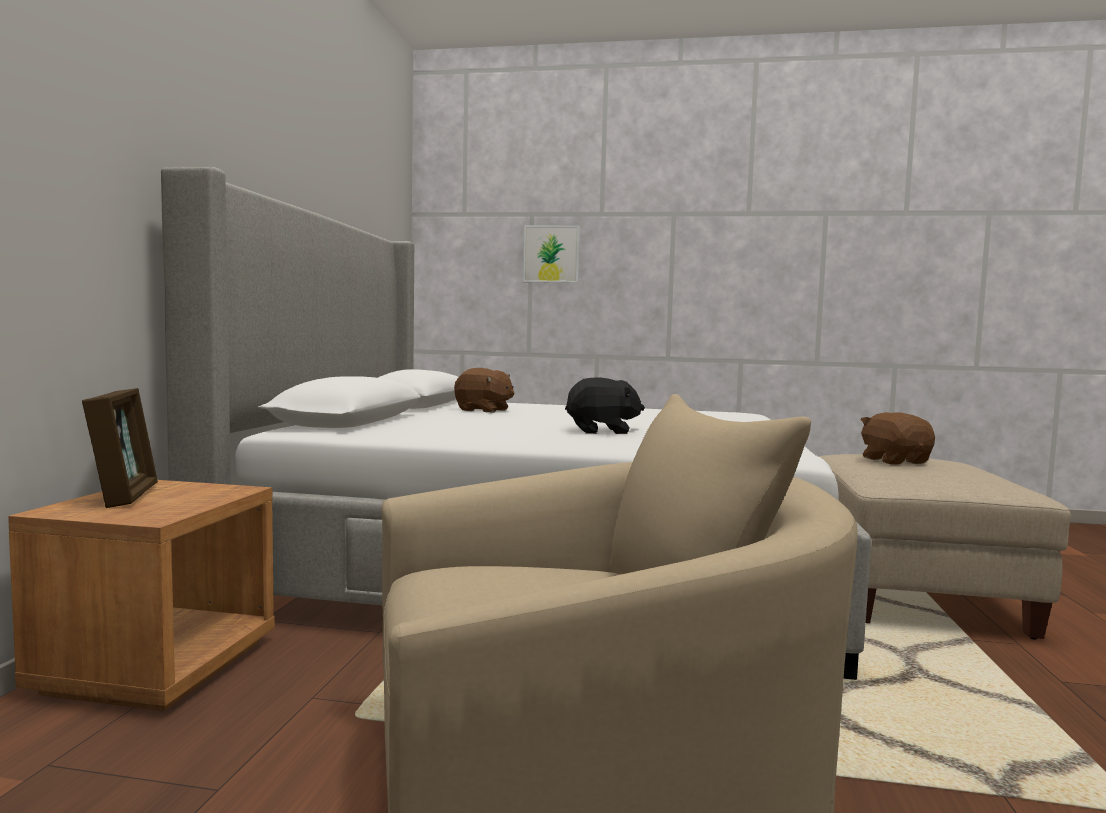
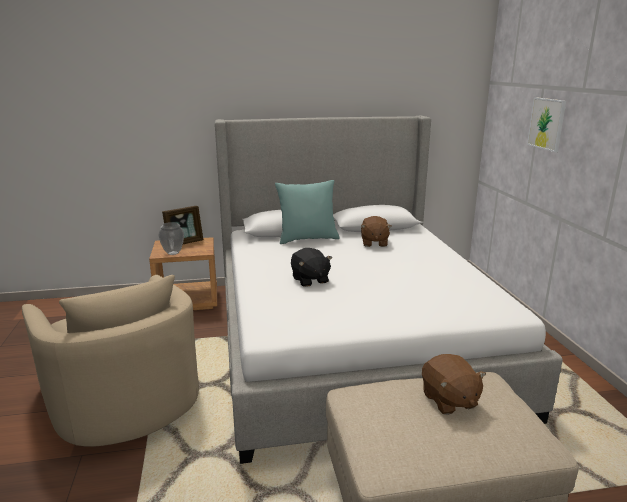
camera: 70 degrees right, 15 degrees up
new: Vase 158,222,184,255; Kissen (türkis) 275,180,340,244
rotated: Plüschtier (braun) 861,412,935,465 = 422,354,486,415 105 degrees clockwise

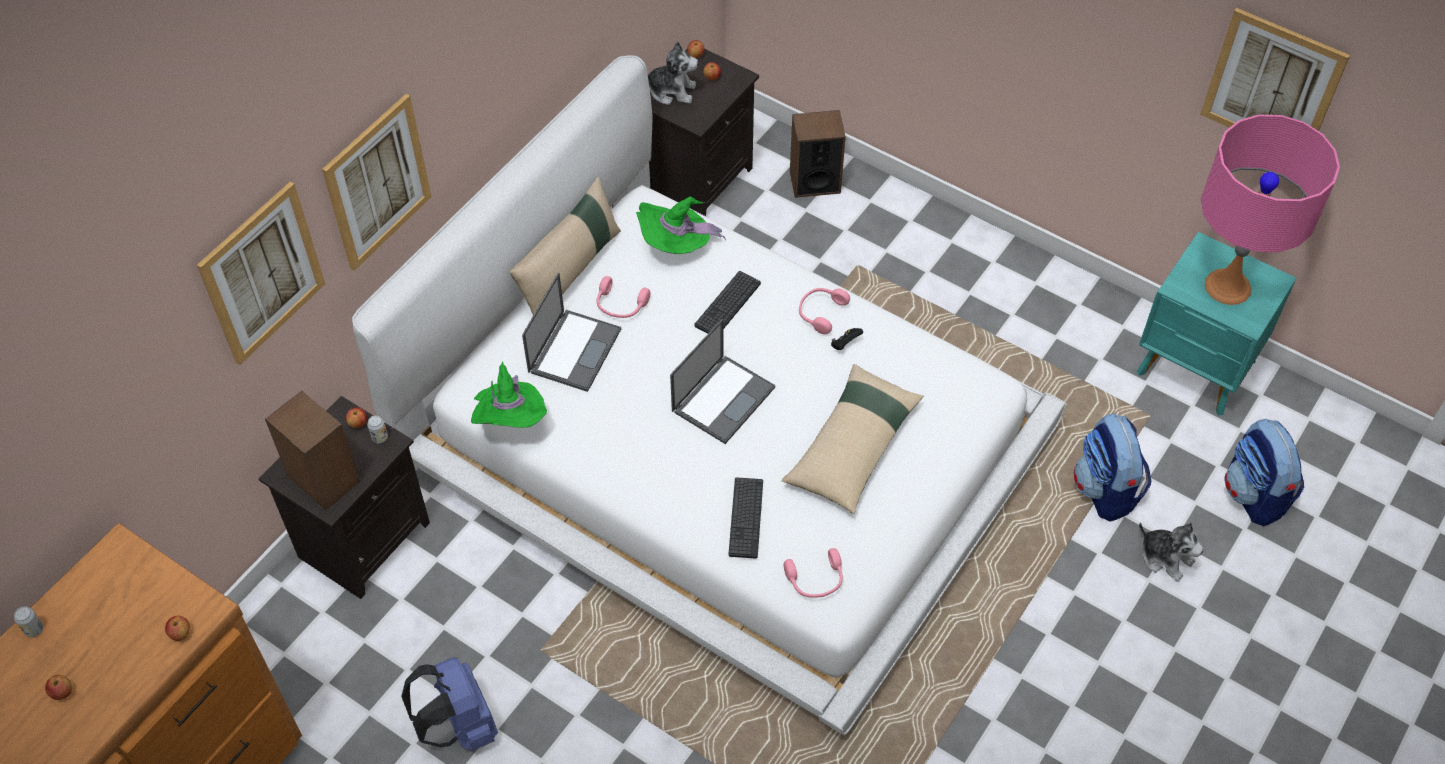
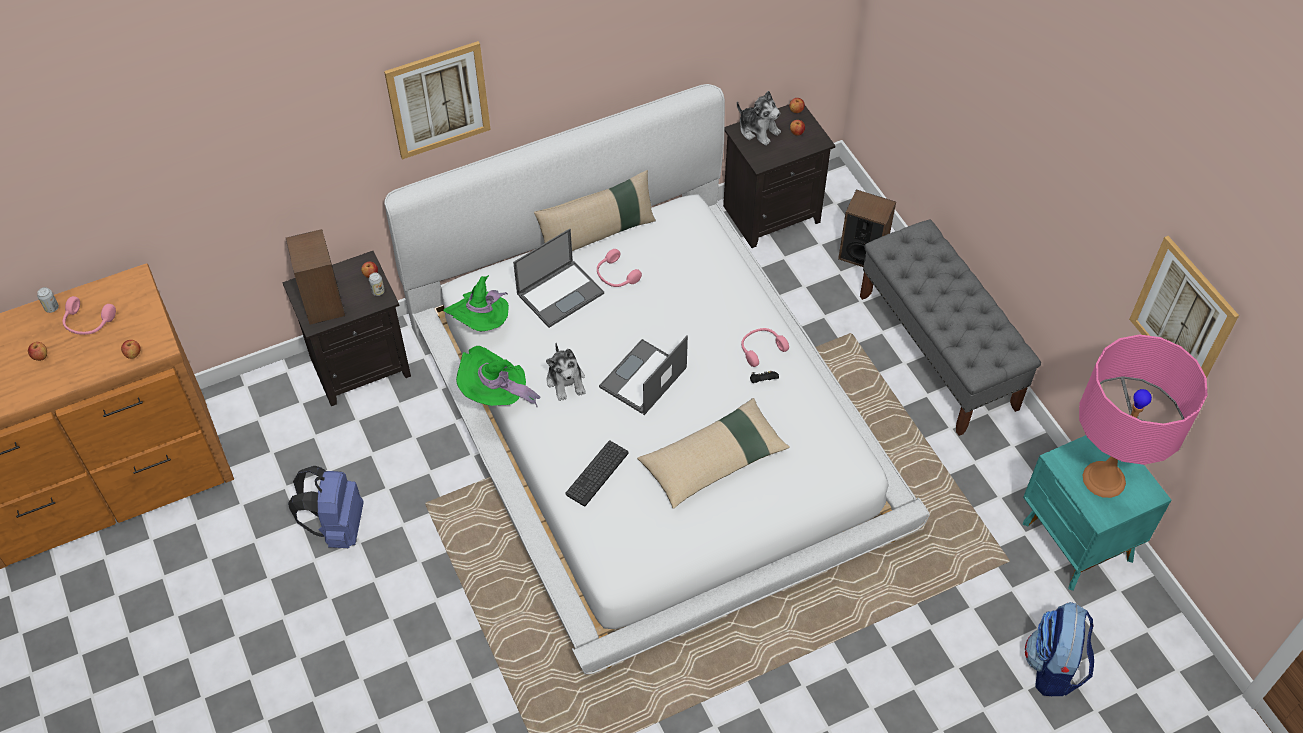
camera: 30 degrees right, 0 degrees up
gone: Bild 197,181,325,365; Tastatur 694,271,761,334; Rucksack 1074,413,1151,522
new: Bank (grau) 860,219,1041,436
shifted: Hut (grün) 636,196,726,254 to 456,346,541,407; Kopfhörer (rosa) 784,548,843,598 to 63,296,116,335; Plüschtier 1139,522,1204,582 to 546,343,585,401
rotated: Laptop 670,319,775,444 = 599,336,688,415 150 degrees clockwise

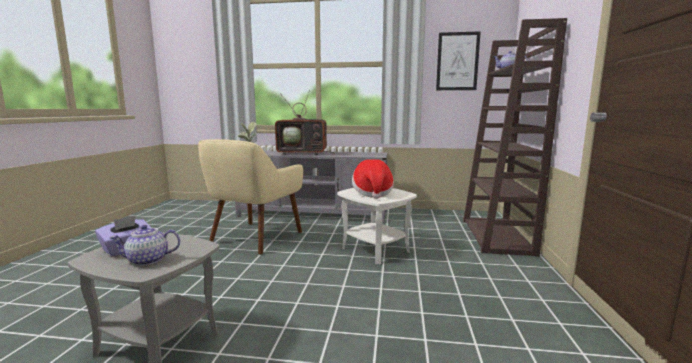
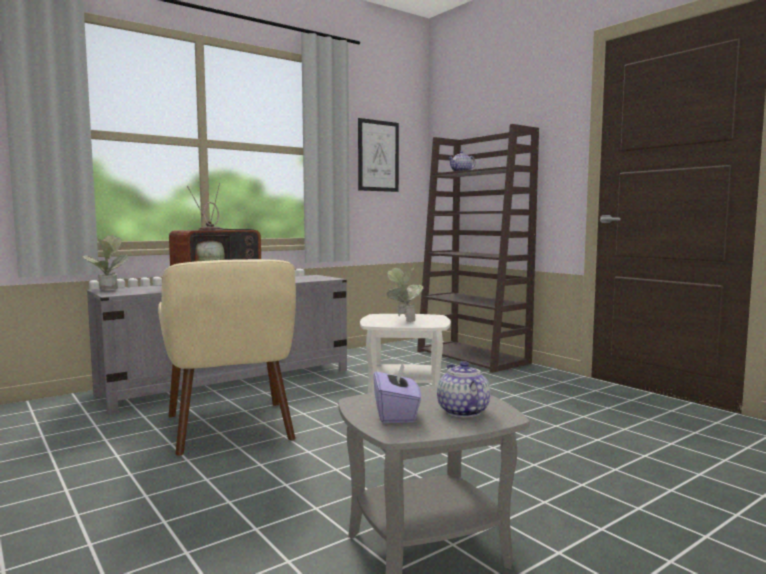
camera: 45 degrees left, 5 degrees down
swapped: Hut 352,159,394,199 to Topfpflanze 386,268,424,322
rotated: Teekanne 109,225,180,266 = 437,361,490,418 135 degrees clockwise

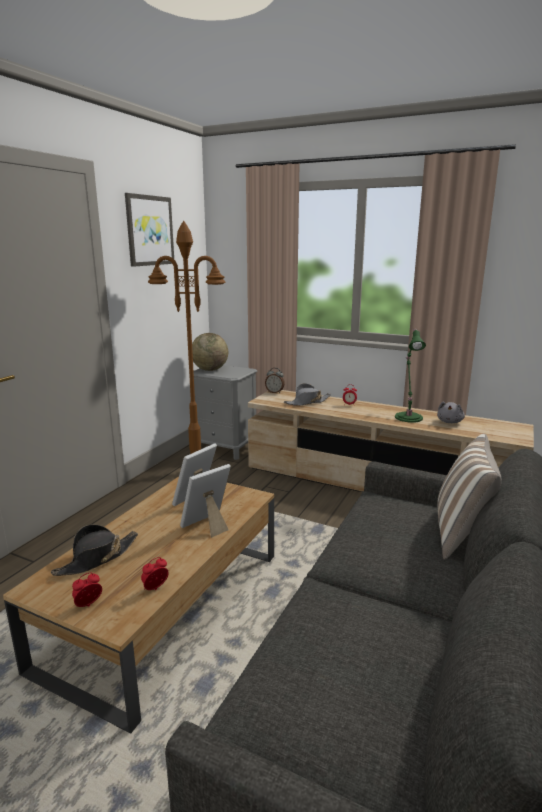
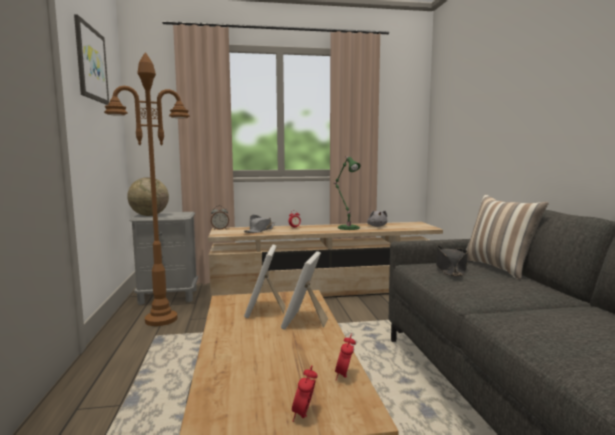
camera: 35 degrees left, 10 degrees down
shifted: Hut (schwarz) 51,524,138,576 to 436,245,468,276

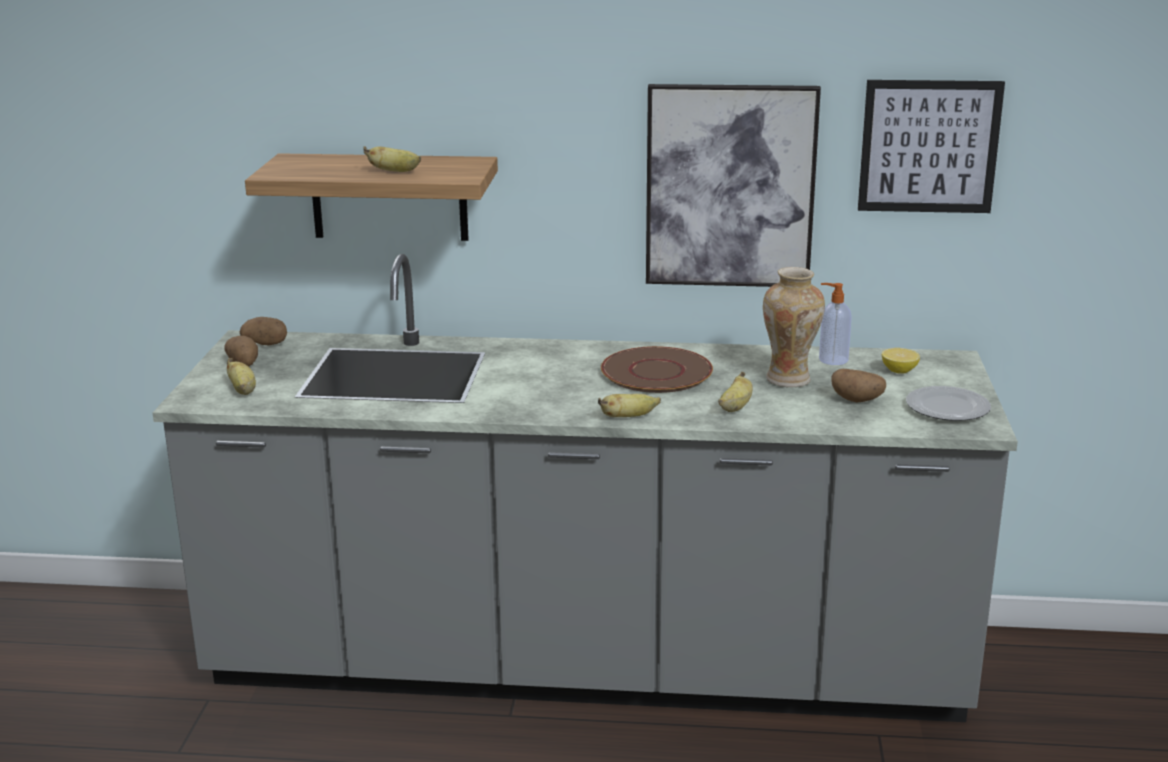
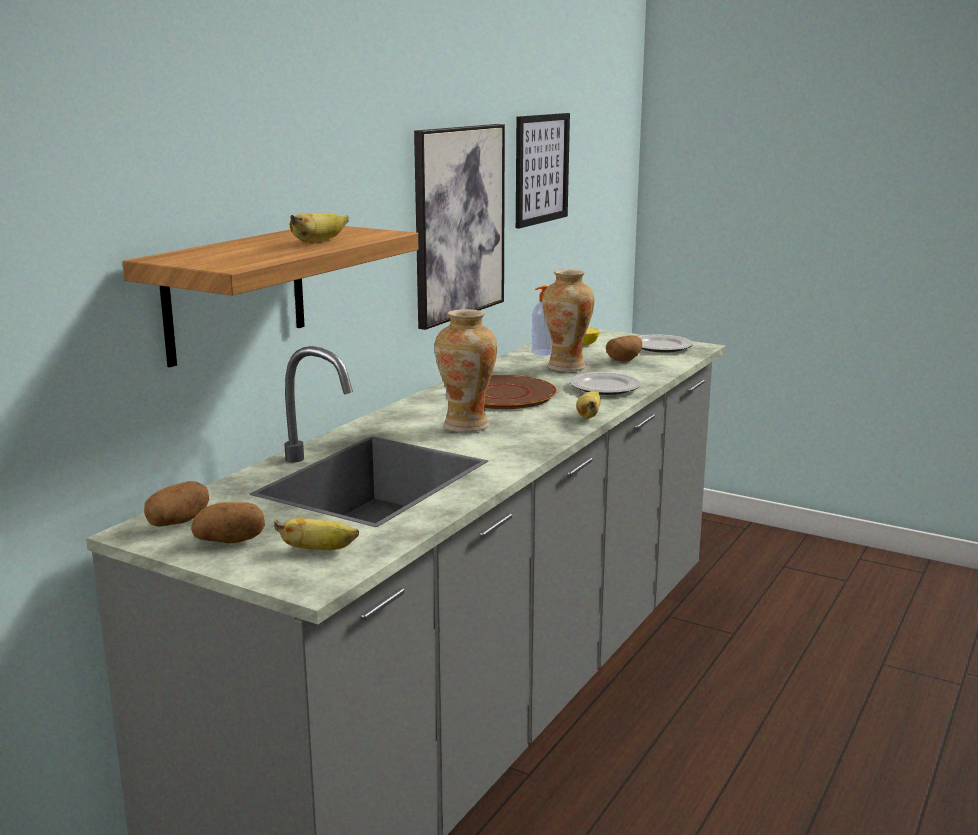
camera: 65 degrees left, 5 degrees down
new: Vase 435,309,497,432
swapped: Banane 718,372,753,412 to Teller 569,372,641,395

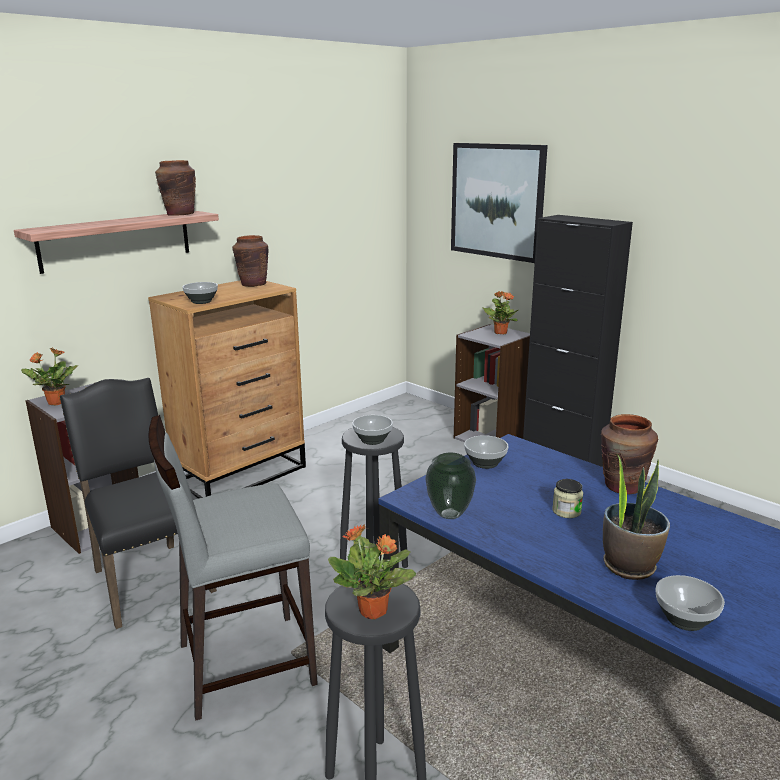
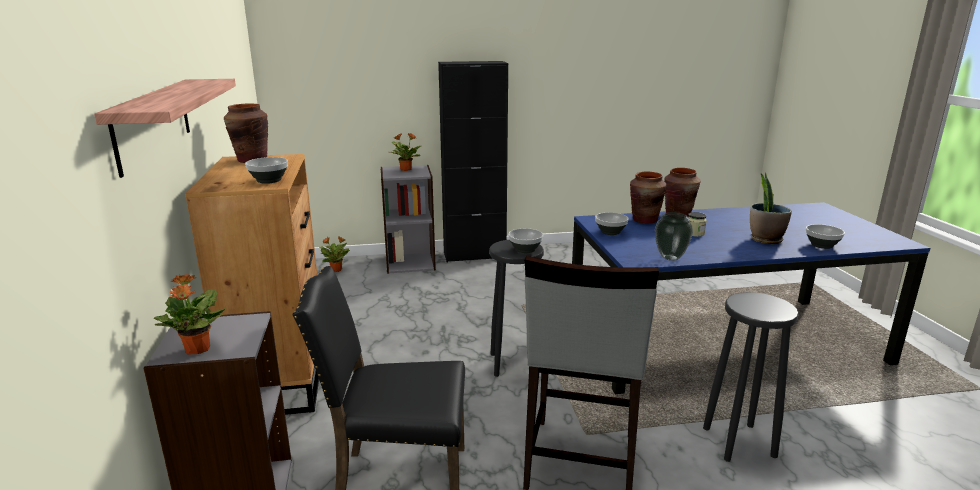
camera: 55 degrees left, 0 degrees up
gone: Bild 451,143,548,263
shifted: Vase (braun) 155,160,196,215 to 630,172,667,224; Topfpflanze 328,524,416,619 to 319,236,350,272

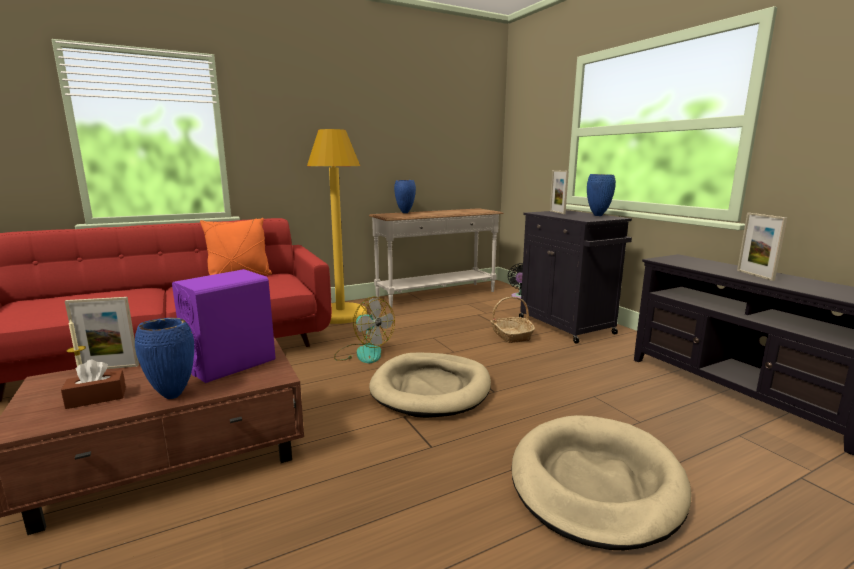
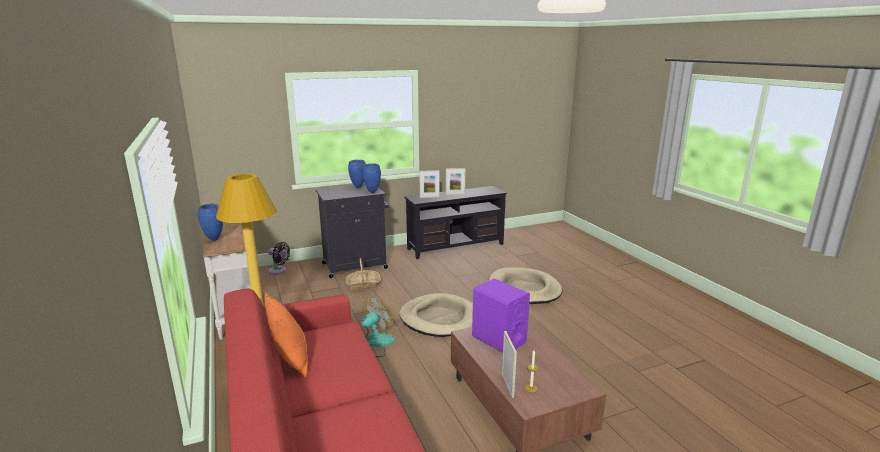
camera: 85 degrees left, 5 degrees up
gone: Taschentuchbox (braun) 61,360,126,409
shifted: Vase (blau) 135,318,194,399 to 362,163,381,193; Bilderrahmen 550,170,569,214 to 419,170,439,198

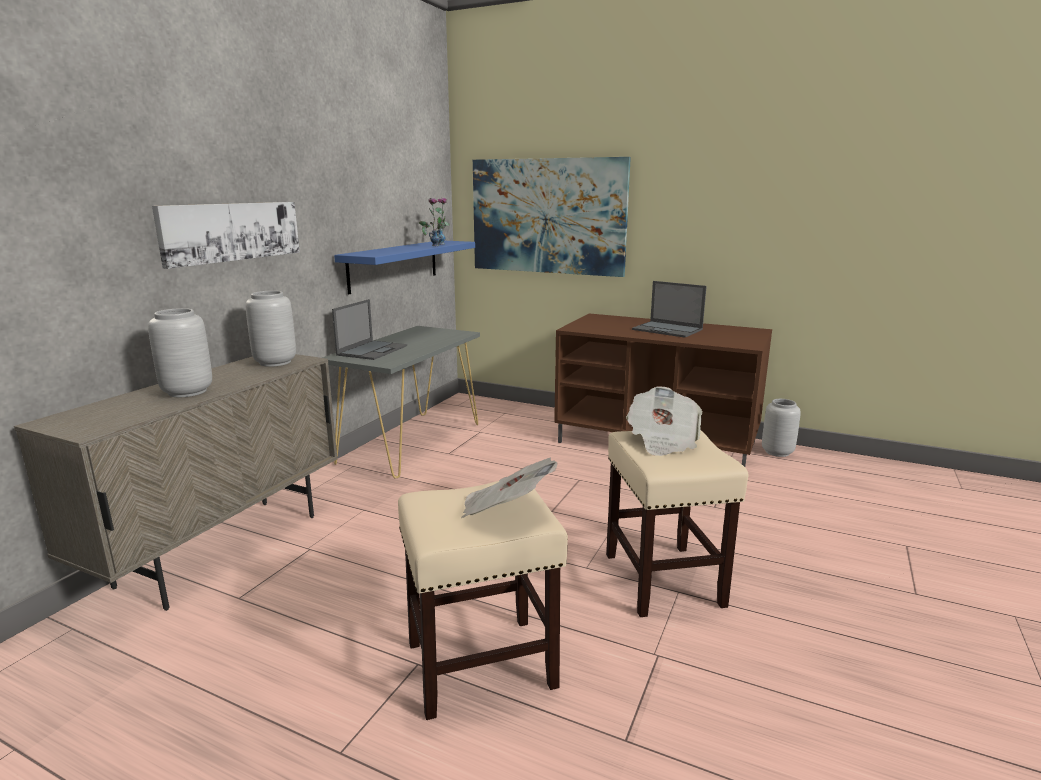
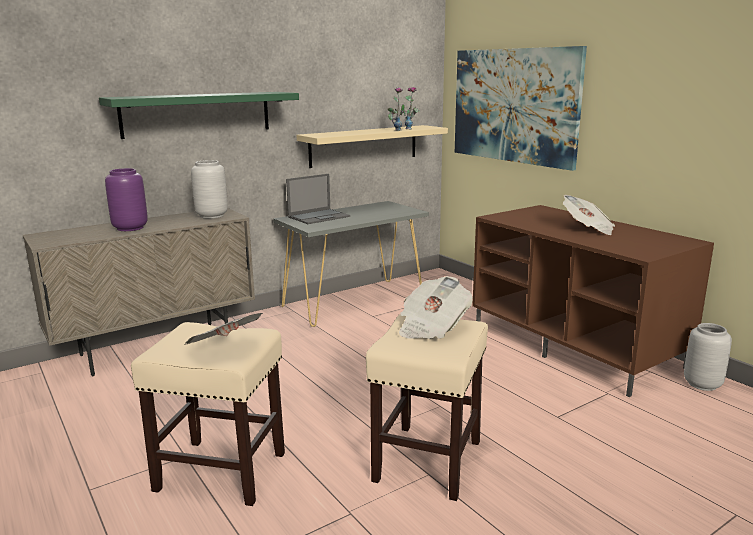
camera: 30 degrees right, 0 degrees up
swapped: Bild 152,202,300,269 to Wandregal (grün) 99,92,299,139; Laptop 632,281,707,338 to Zeitung 563,195,615,235
repainted: Vase (grau) 148,308,212,397 to Vase (lila) 105,168,148,231; Wandregal (blau) 334,241,475,294 to Wandregal (beige) 296,125,448,168

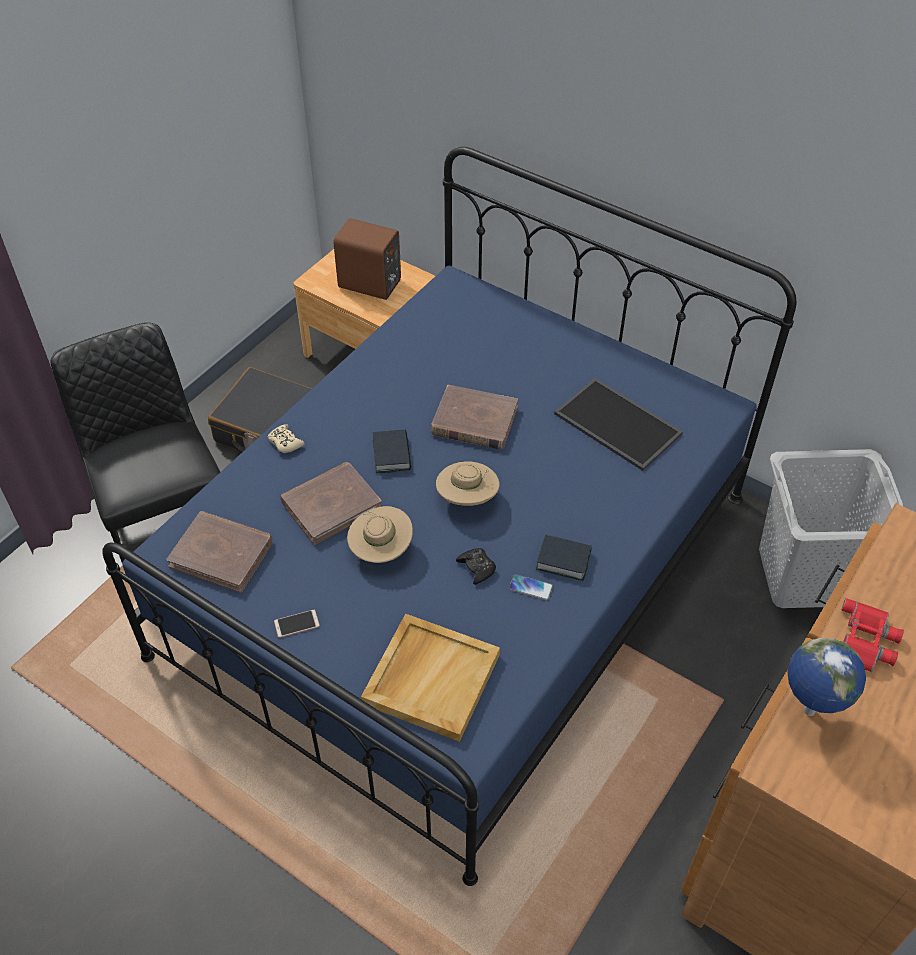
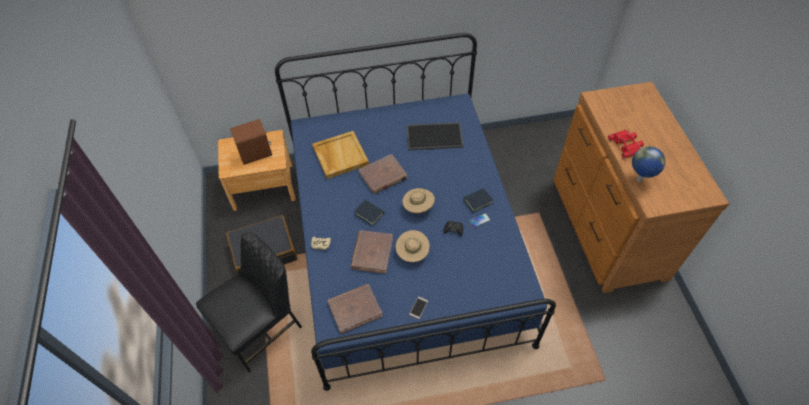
camera: 45 degrees left, 5 degrees up
gone: Wäschekorb (grau) 759,449,903,608
shifted: Tablett (beige) 361,614,500,742 to 312,131,369,179
rotated: Stuhl (schwarz) 51,322,220,562 = 196,232,302,373 120 degrees clockwise

